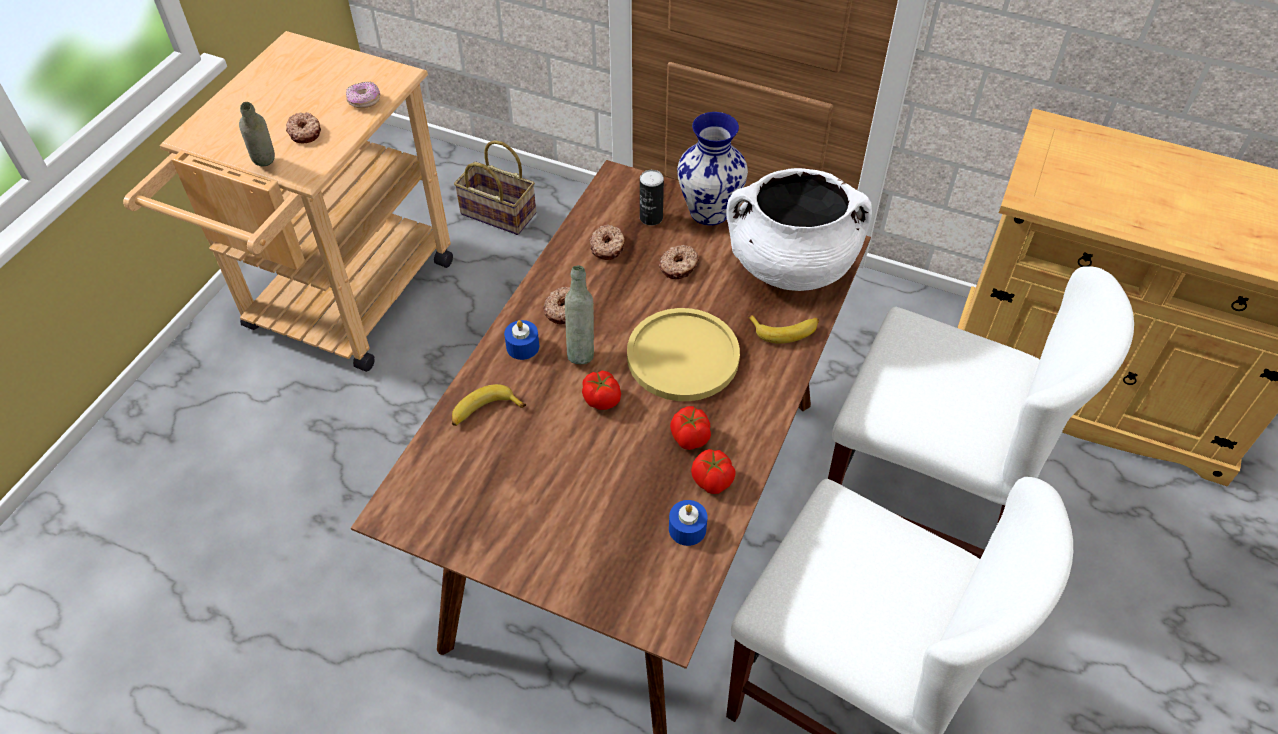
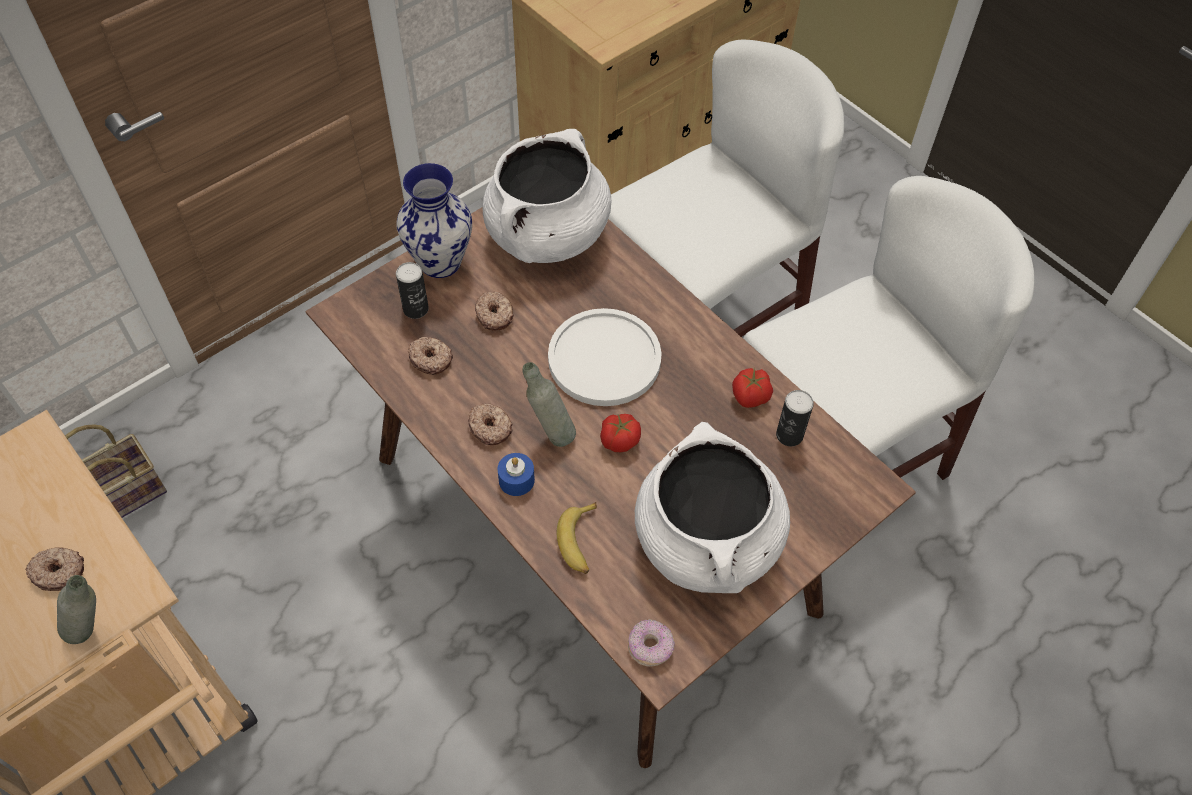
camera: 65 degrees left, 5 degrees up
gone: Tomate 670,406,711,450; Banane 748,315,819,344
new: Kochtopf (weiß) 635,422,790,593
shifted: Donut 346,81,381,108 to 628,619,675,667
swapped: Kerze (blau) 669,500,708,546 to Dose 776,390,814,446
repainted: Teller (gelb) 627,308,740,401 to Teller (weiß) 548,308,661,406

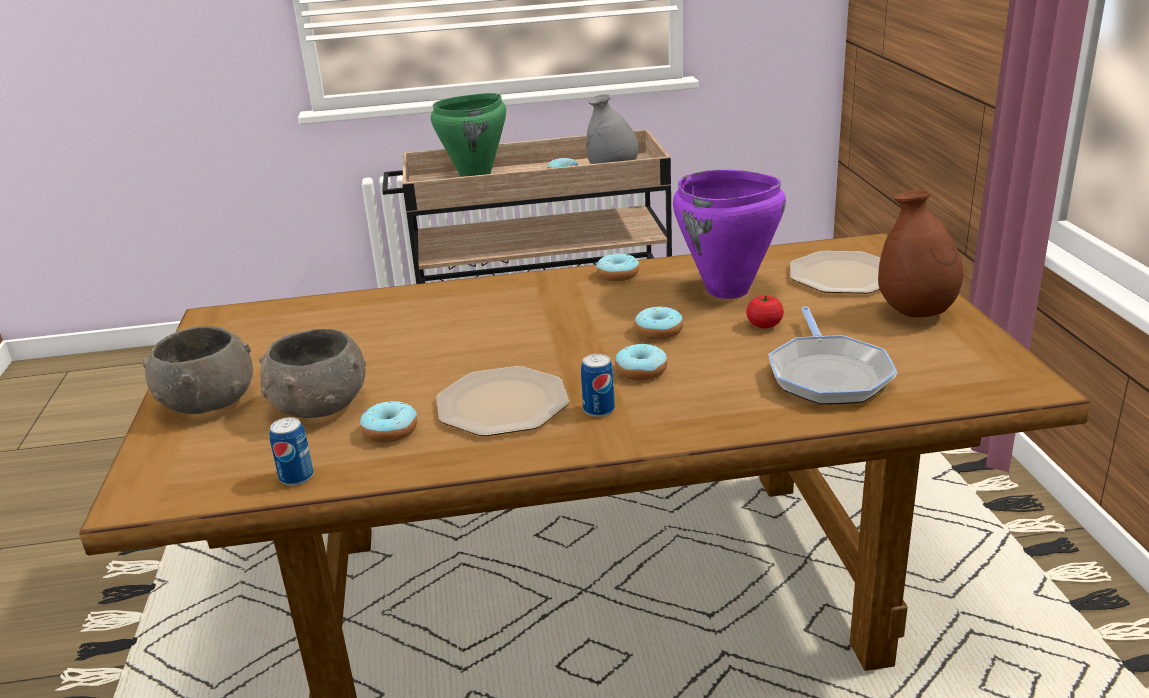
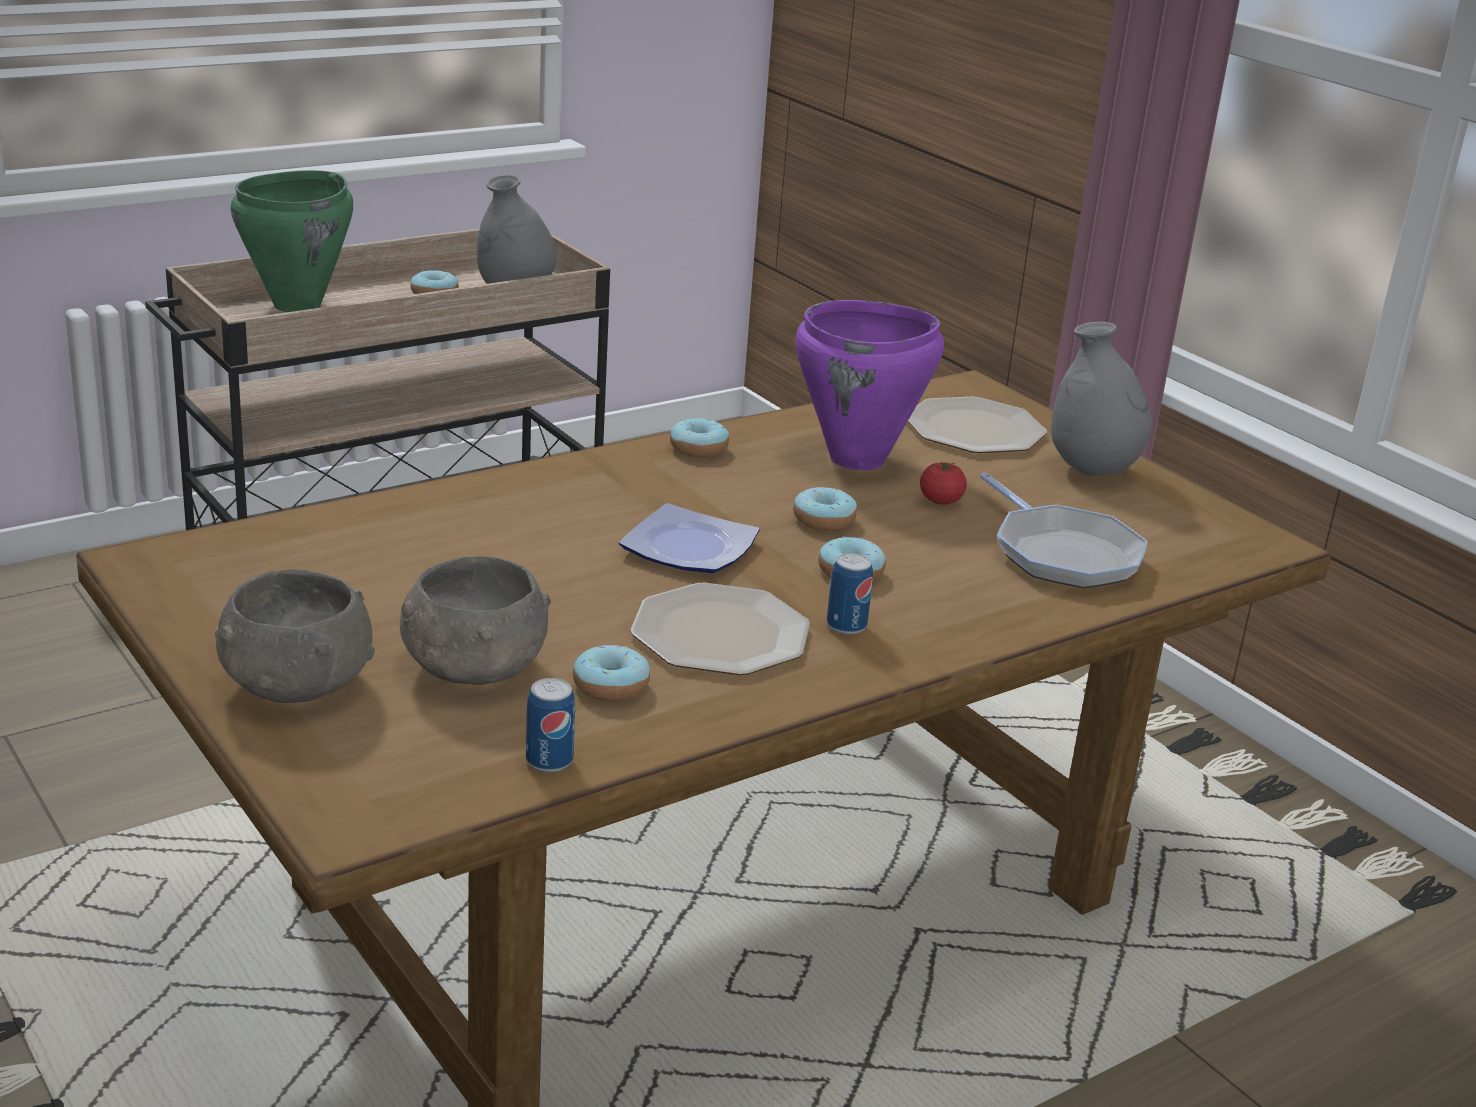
camera: 30 degrees left, 0 degrees up
new: Teller 619,503,759,573
repainted: Vase (braun) 878,190,963,317 to Vase (grau) 1051,322,1151,476

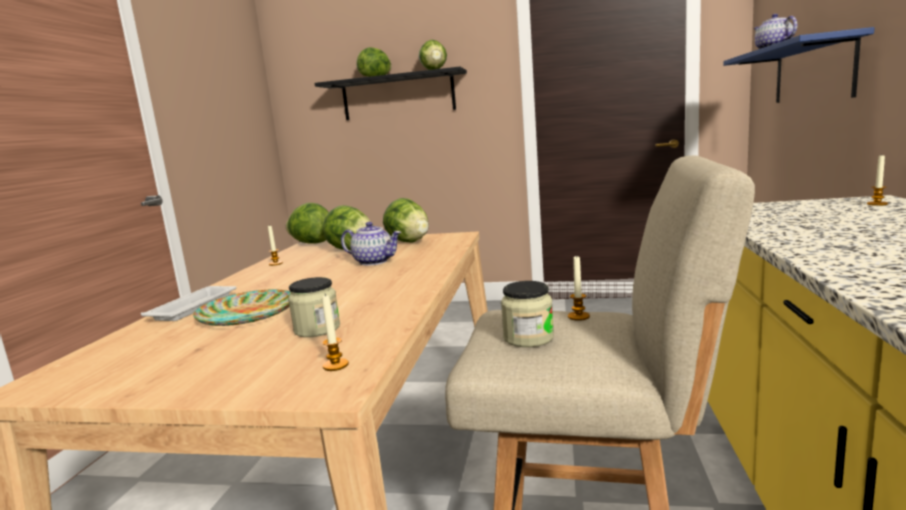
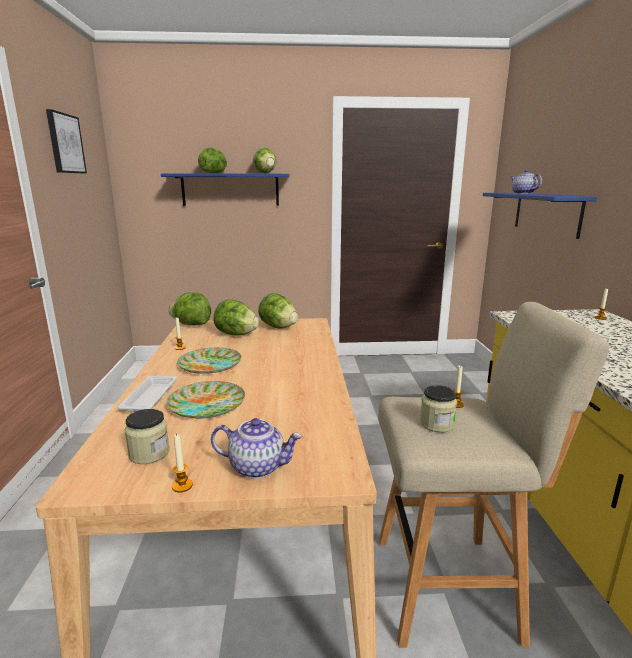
camera: 15 degrees left, 5 degrees up
new: Bild 46,109,87,173; Teller 177,348,241,374
shifted: Vorratsglas 288,277,340,337 to 125,409,170,464; Kerze 322,294,349,371 to 172,433,193,493; Teekanne 341,222,402,266 to 211,418,302,479
repainted: Wandregal (schwarz) 315,67,467,120 to Wandregal (blau) 161,173,290,206

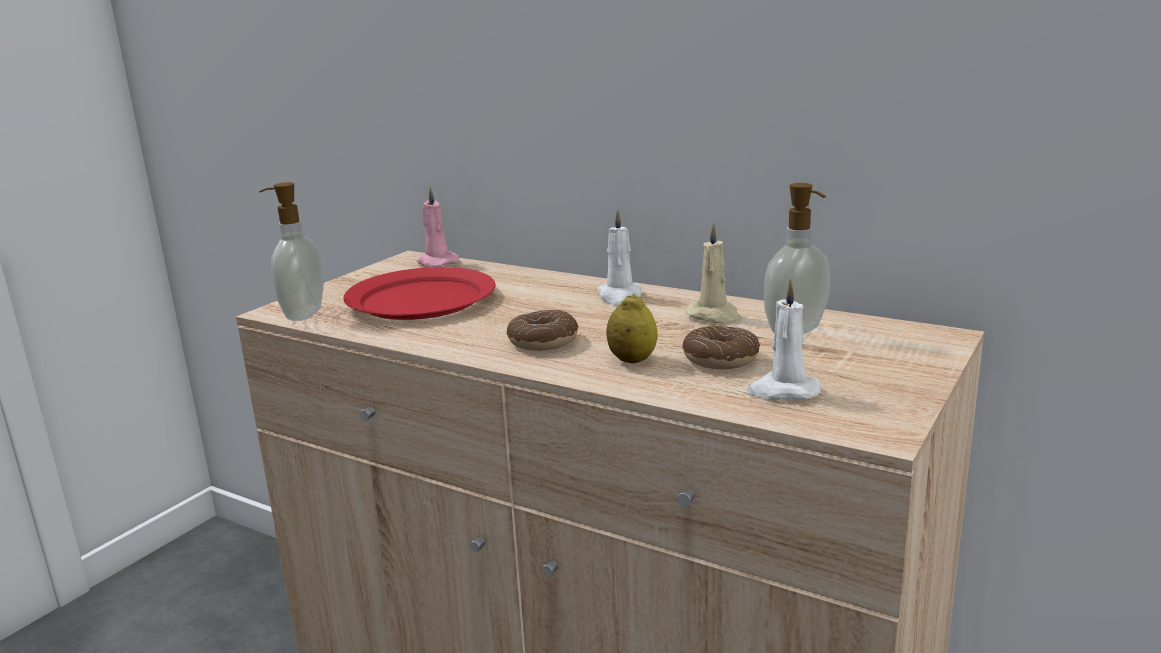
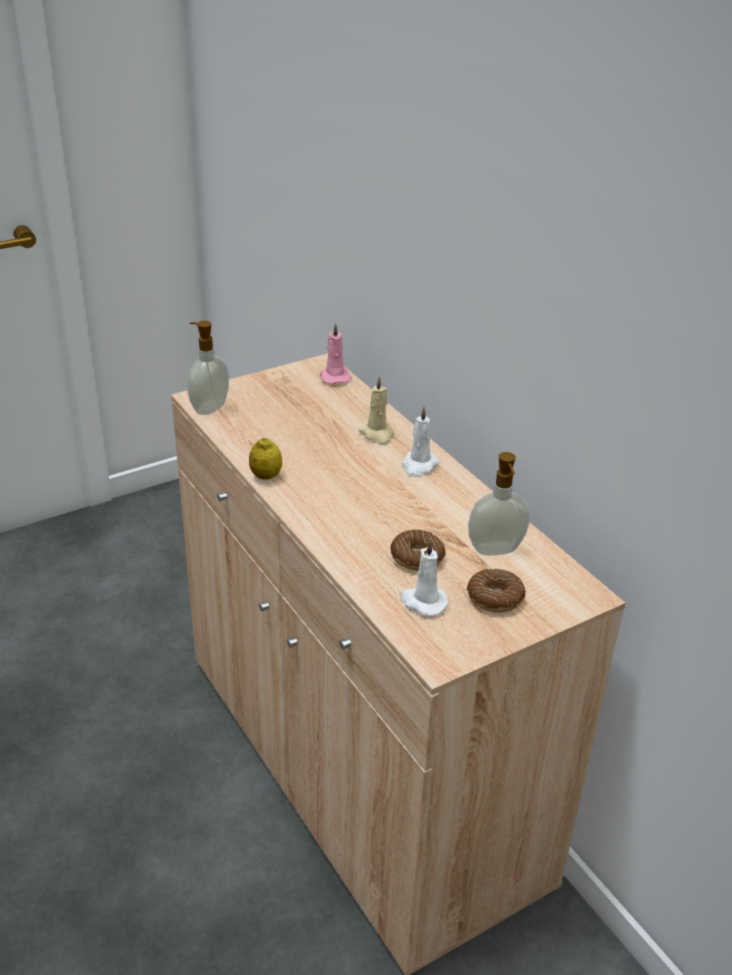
camera: 25 degrees right, 15 degrees up
gone: Teller (rot) 343,267,496,320
shifted: Donut 507,310,578,351 to 467,568,526,613; Zitrone 606,294,658,363 to 249,438,282,480; Kerze (beige) 686,223,742,323 to 359,376,394,445

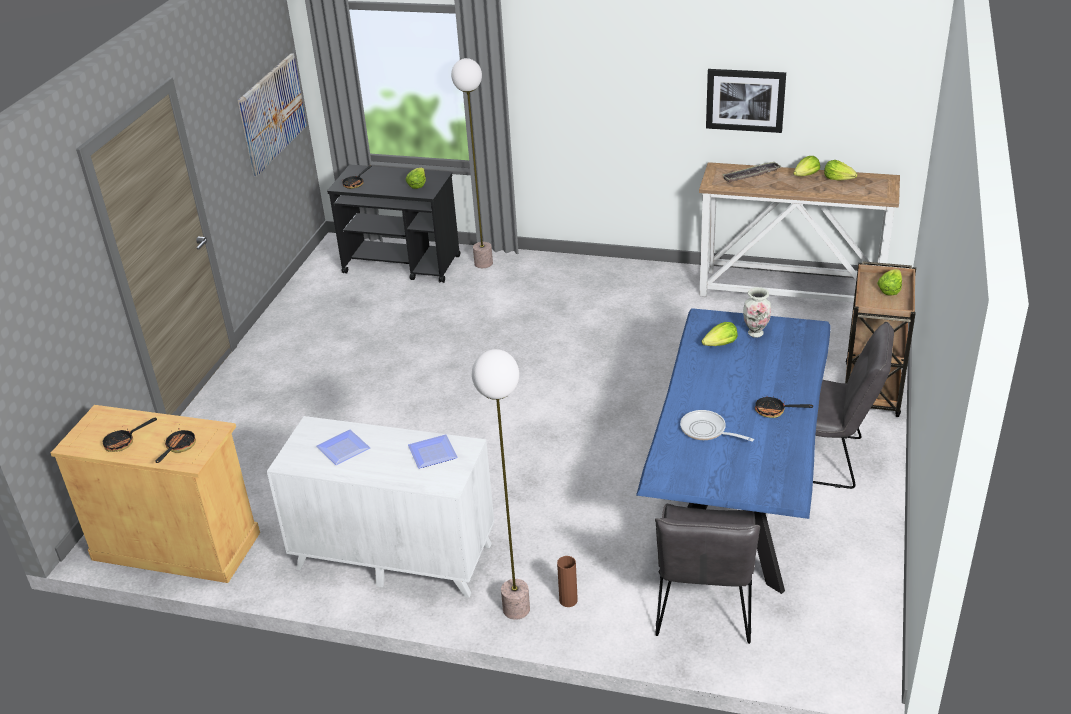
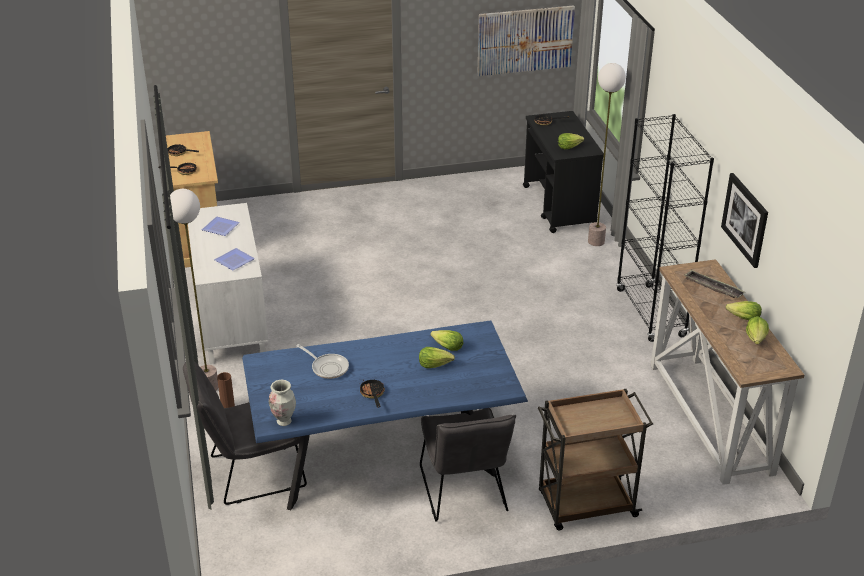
camera: 60 degrees right, 0 degrees up
new: Bücherregal (schwarz) 616,114,714,342
shifted: Vase 743,287,771,338 to 269,379,296,426; Salatkopf 877,269,902,296 to 419,347,455,368
rotated: Pfanne 680,410,754,442 = 296,344,349,379 120 degrees clockwise

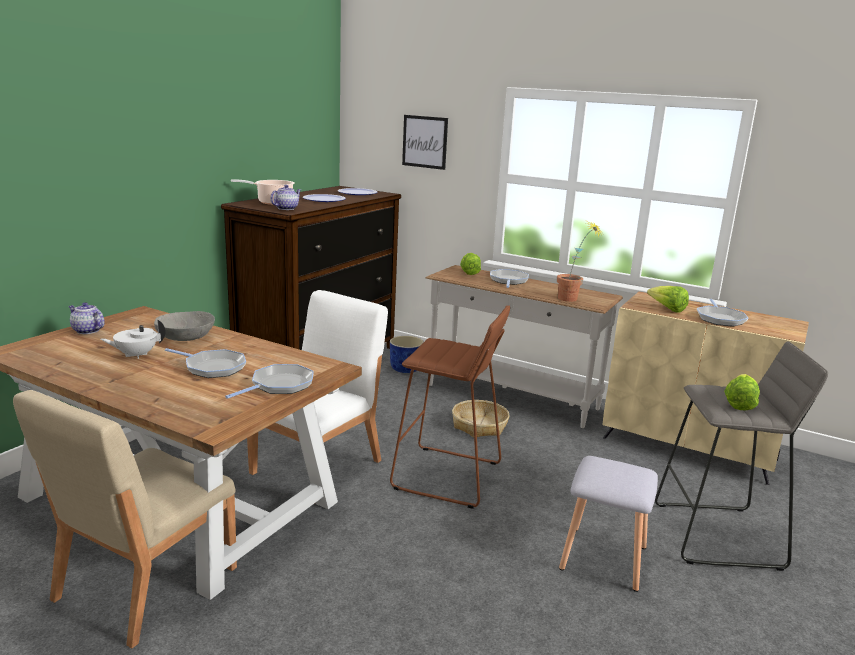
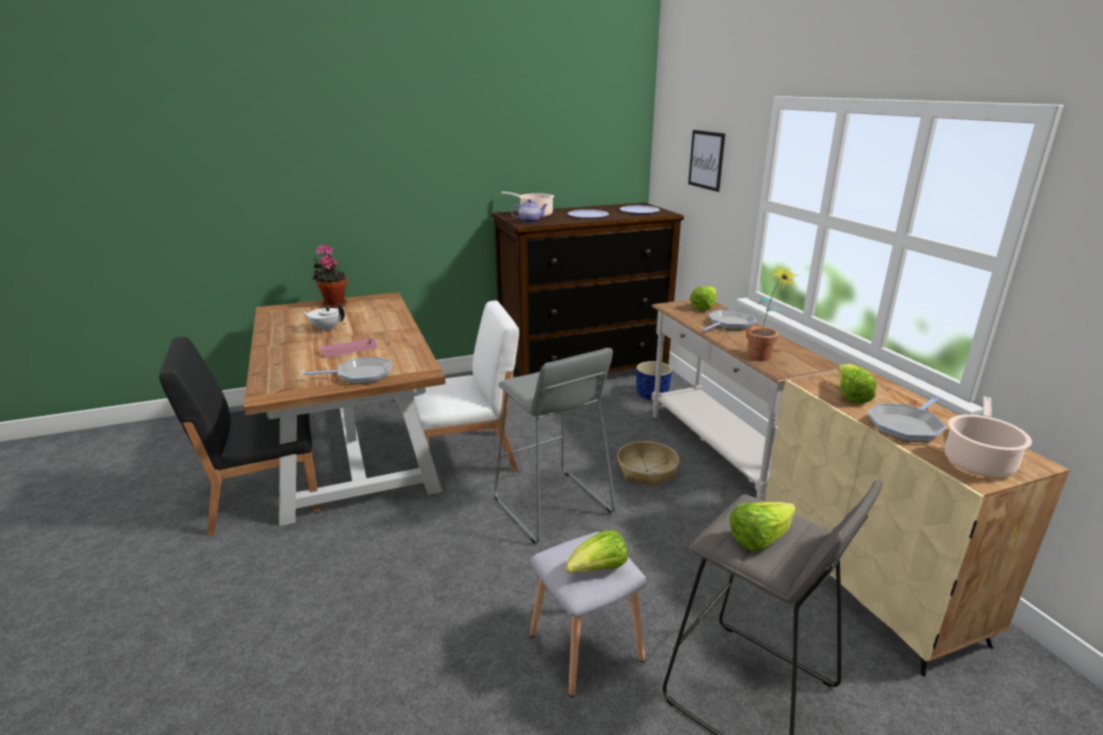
camera: 40 degrees right, 5 degrees up
gone: Schüssel (grau) 154,311,215,341
new: Salatkopf 565,530,628,573; Kochtopf 945,397,1032,478
swapped: Teekanne 68,302,105,334 to Topfpflanze 312,244,347,308; Pfanne 165,348,246,378 to Tablett (rosa) 321,337,377,357
repainted: Stuhl (beige) 13,390,237,648 to Stuhl (schwarz) 159,337,321,536; Hocker (braun) 390,306,510,509 to Hocker (grau) 495,348,616,543

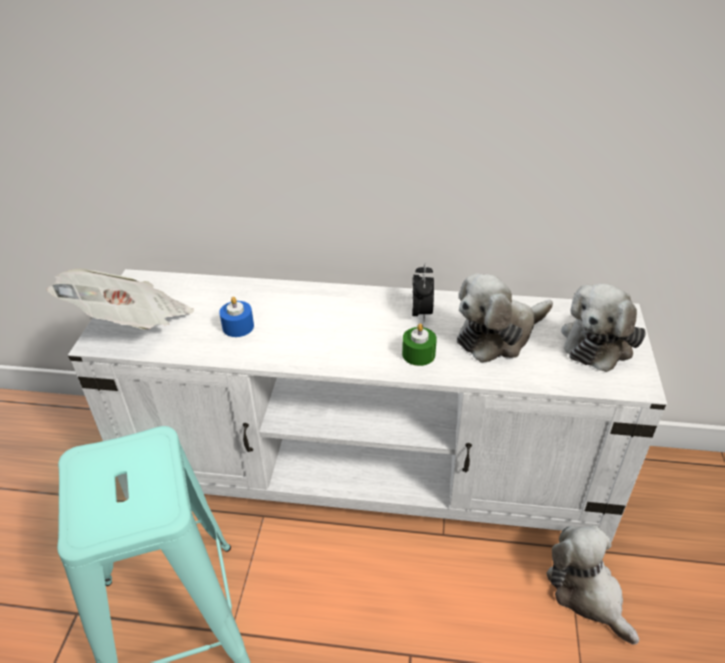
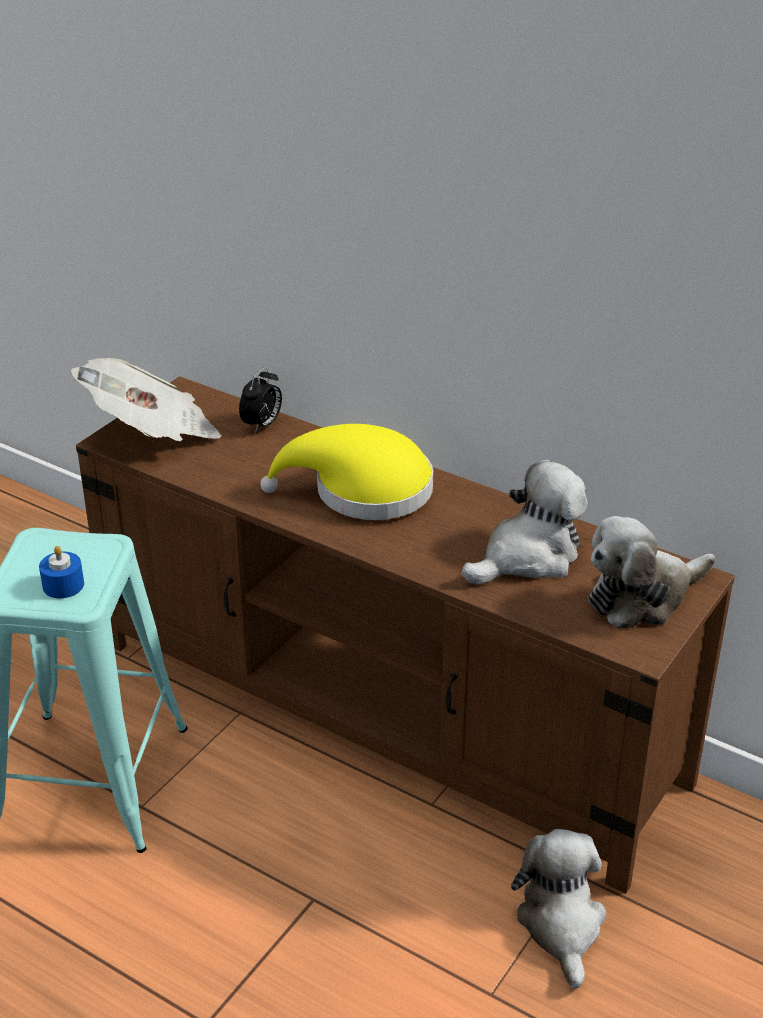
camera: 25 degrees right, 5 degrees down
gone: Kerze (grün) 402,323,437,366
new: Hut (gelb) 260,424,433,520
shifted: Kerze (blau) 219,297,254,337 to 39,546,84,598; Wecker 412,263,434,321 to 239,367,282,433
repainted: Fernsehschrank (weiß) 68,269,667,543 to Fernsehschrank (braun) 76,376,735,894
rotated: Plüschtier 457,273,553,363 = 462,460,588,584 150 degrees clockwise

